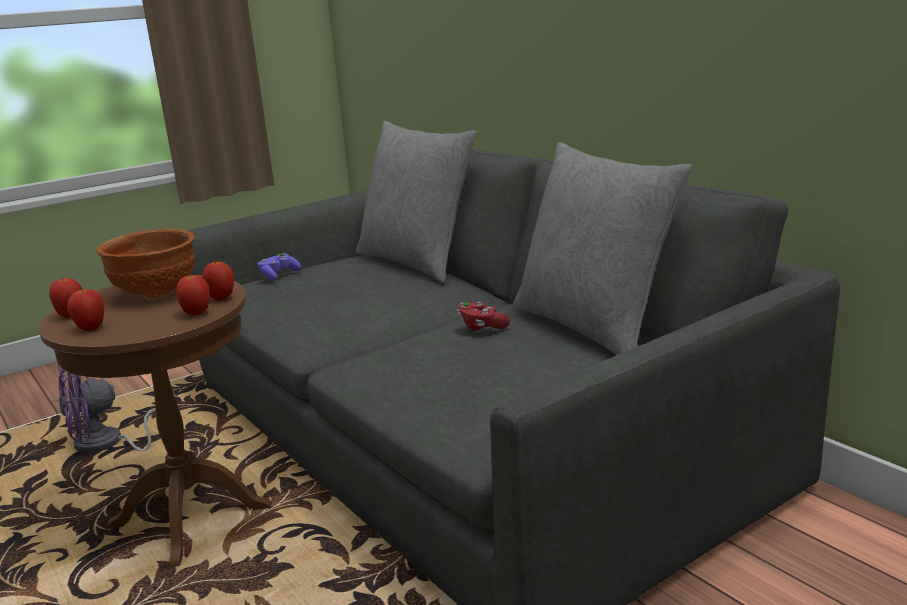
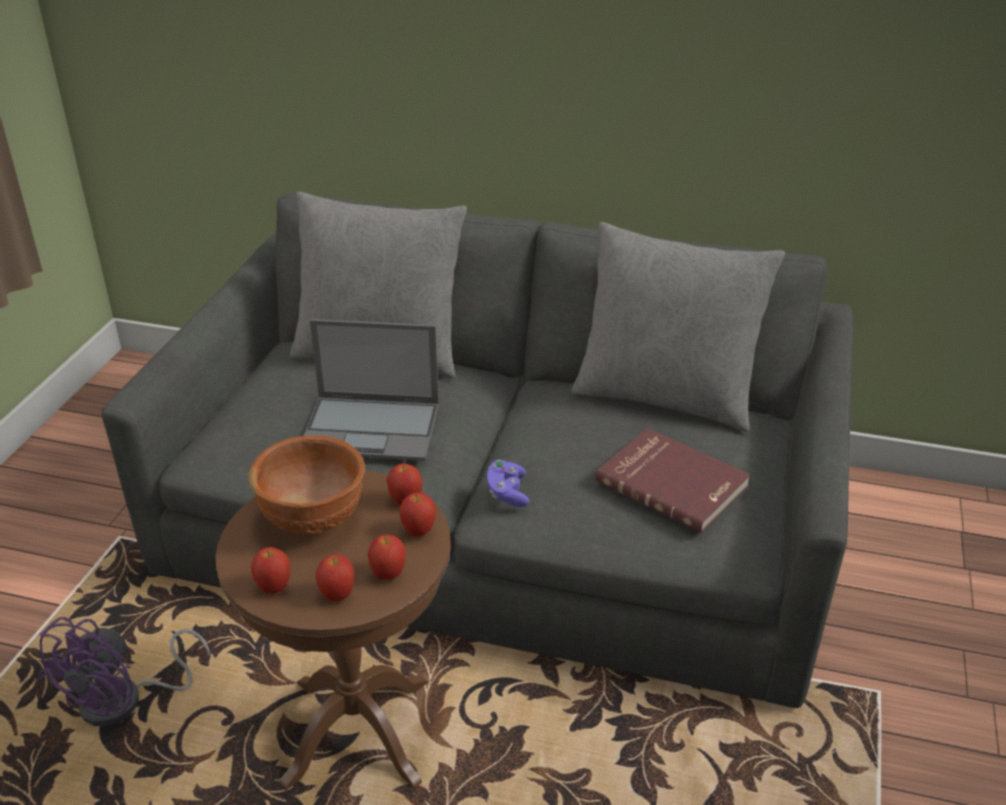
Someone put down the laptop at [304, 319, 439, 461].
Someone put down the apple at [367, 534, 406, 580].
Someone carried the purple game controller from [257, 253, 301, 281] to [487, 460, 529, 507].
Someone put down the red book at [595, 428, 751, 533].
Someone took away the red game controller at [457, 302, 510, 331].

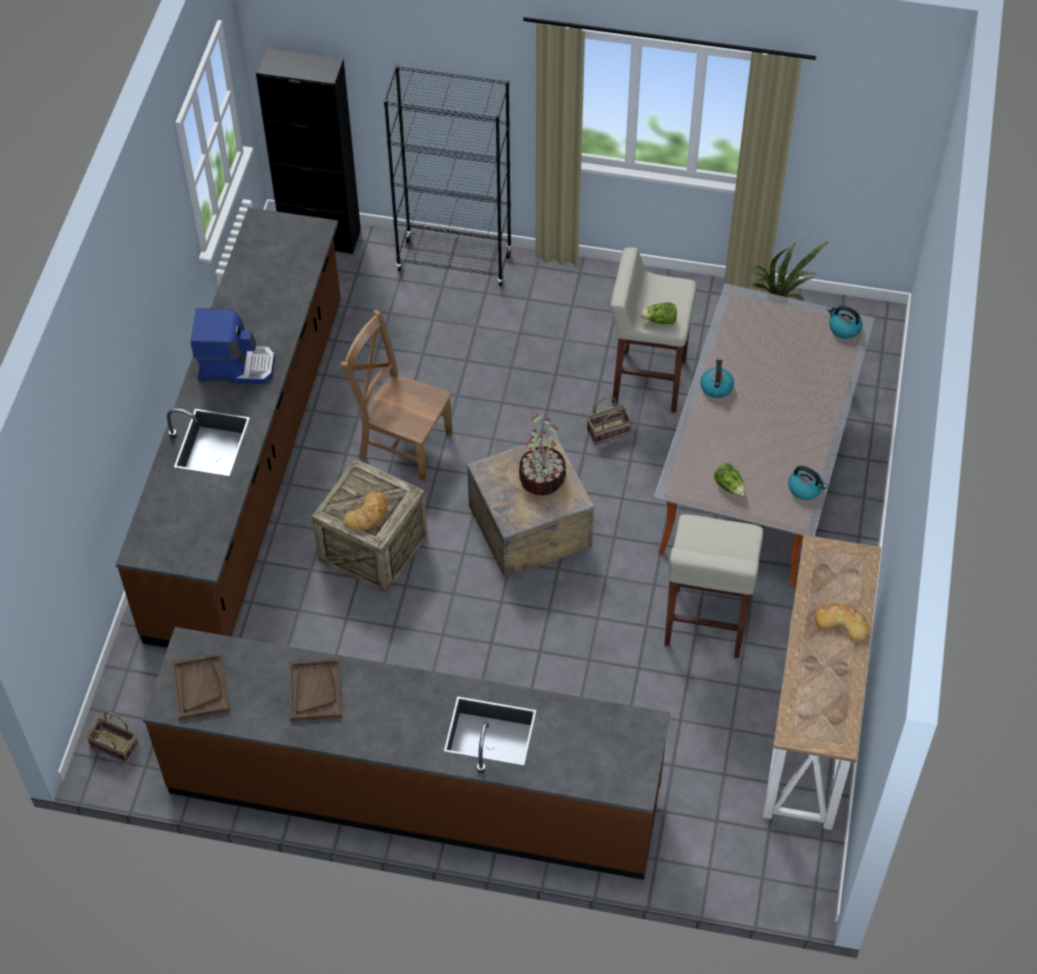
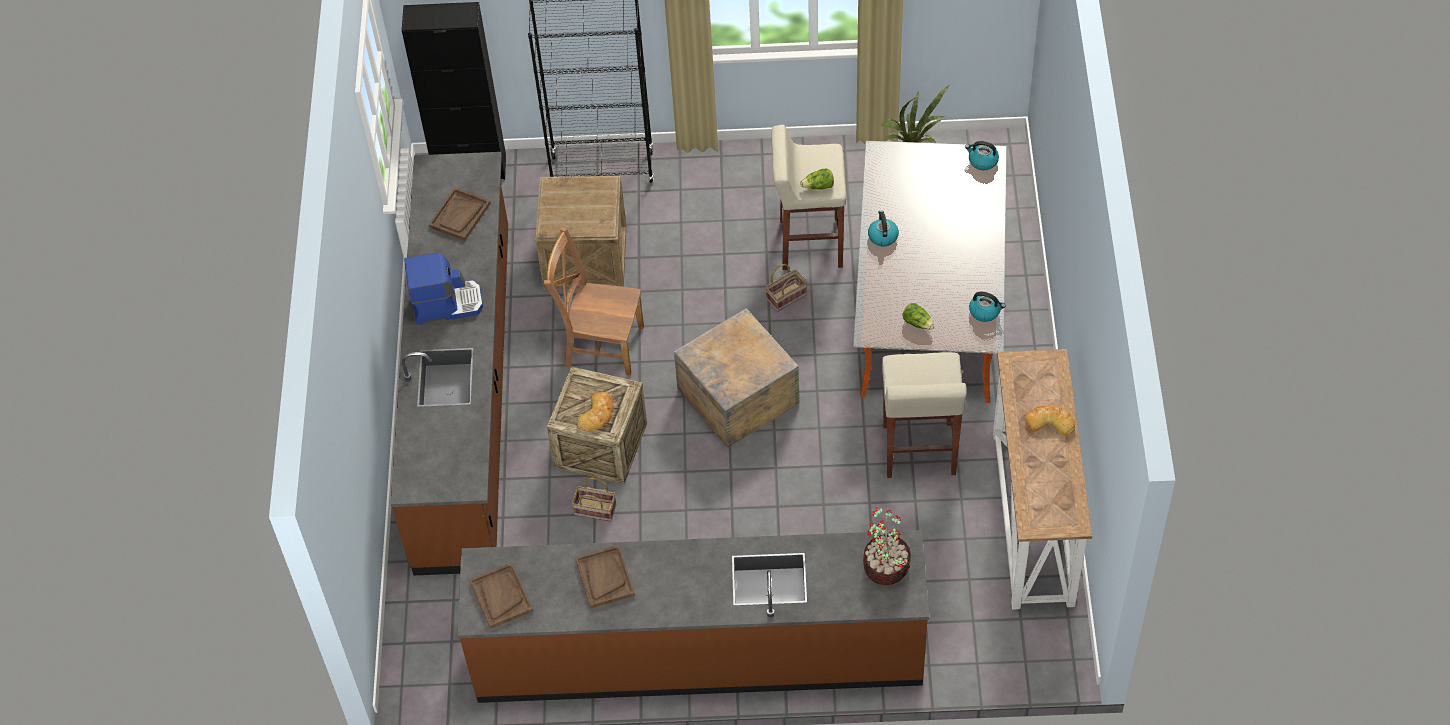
Someone put down the brown tray at [429, 187, 491, 241].
Someone put down the crate at [535, 176, 626, 290].
Someone carried the basket from [85, 712, 139, 764] to [572, 477, 616, 522].
Someone carried the potted plant from [519, 414, 566, 496] to [863, 507, 911, 585].

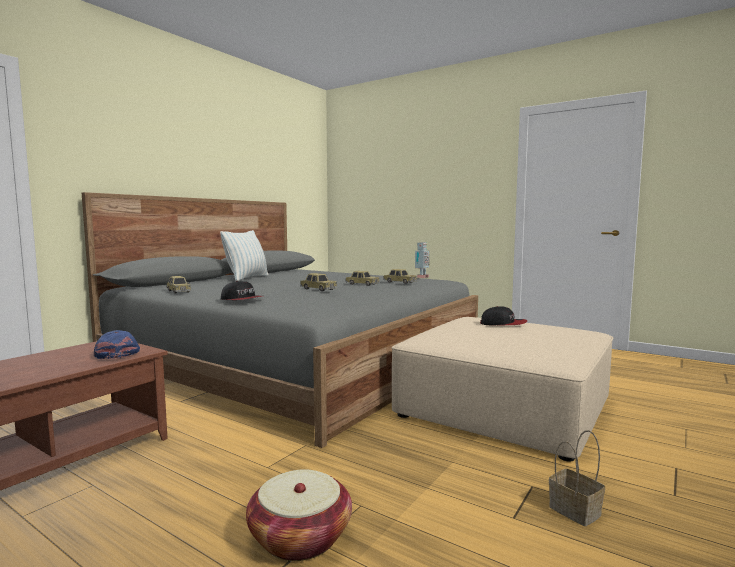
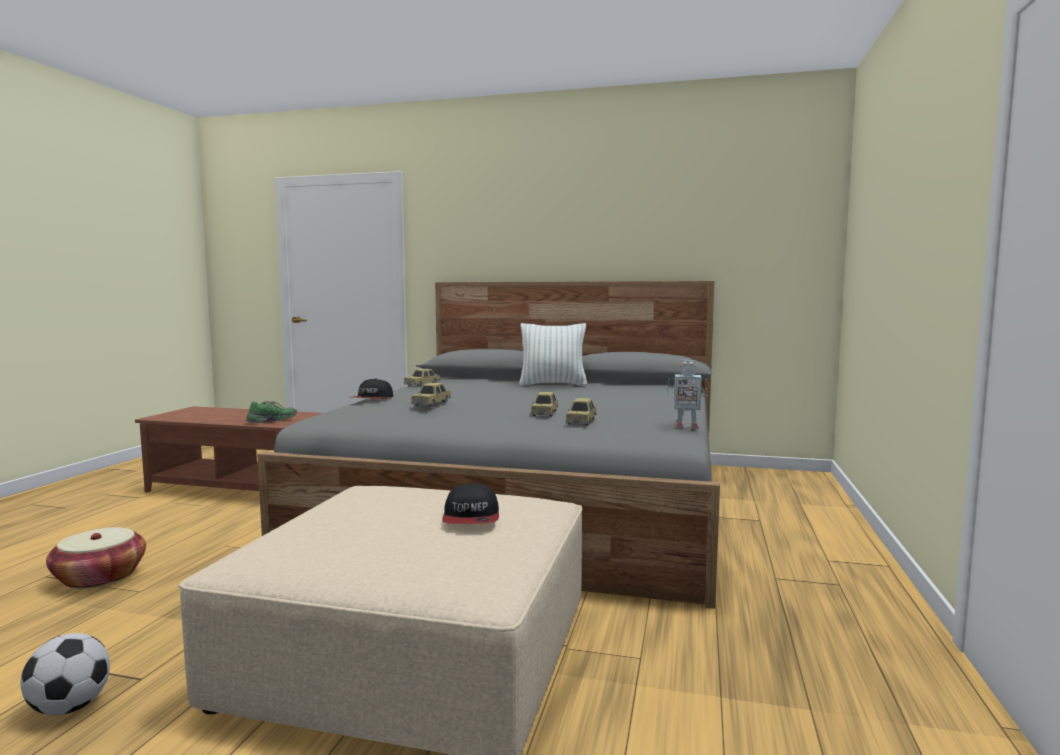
Someone swapped the basket at [549, 430, 605, 526] for the football at [21, 633, 110, 715].
Someone swapped the blue cap at [94, 330, 140, 359] for the green shoe at [246, 401, 297, 423].

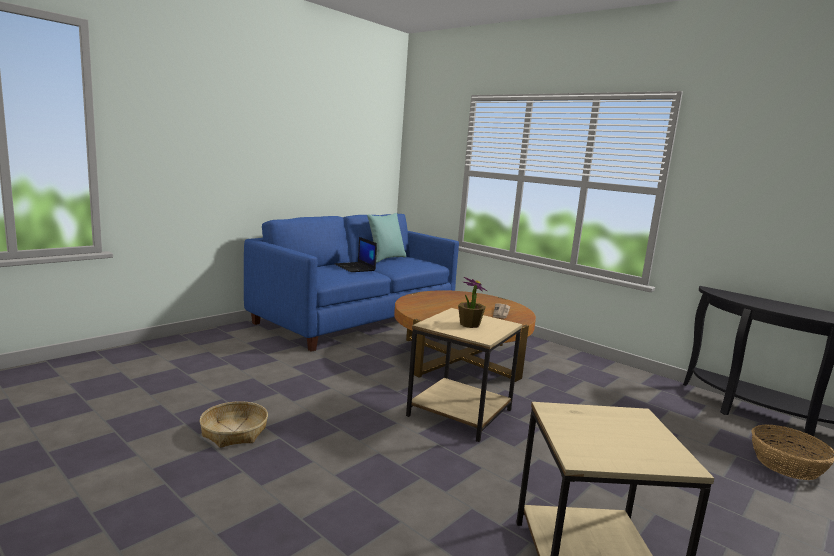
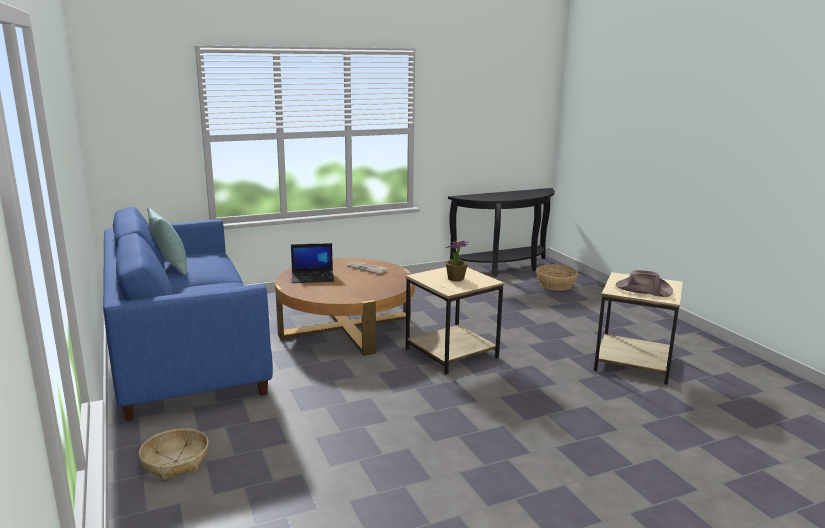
Someone carried the basket from [200, 401, 268, 448] to [139, 428, 208, 480].
Someone carried the laptop from [335, 237, 377, 272] to [291, 243, 334, 283].
Someone put down the brown hat at [616, 270, 673, 297].

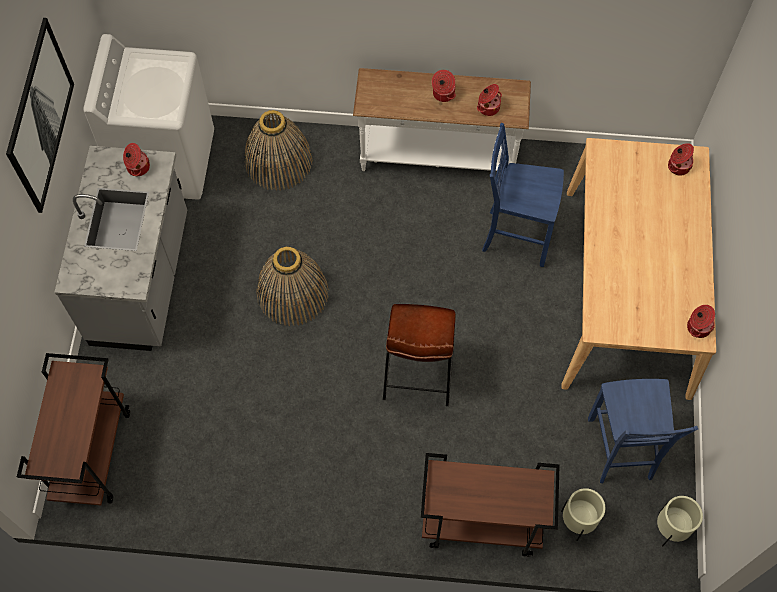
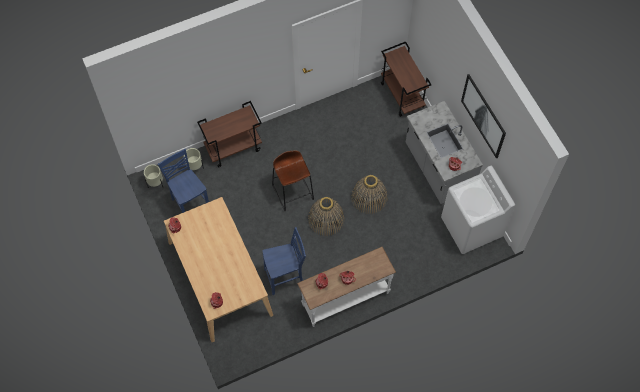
Someone carried the basket from [244, 110, 313, 191] to [308, 197, 345, 236].

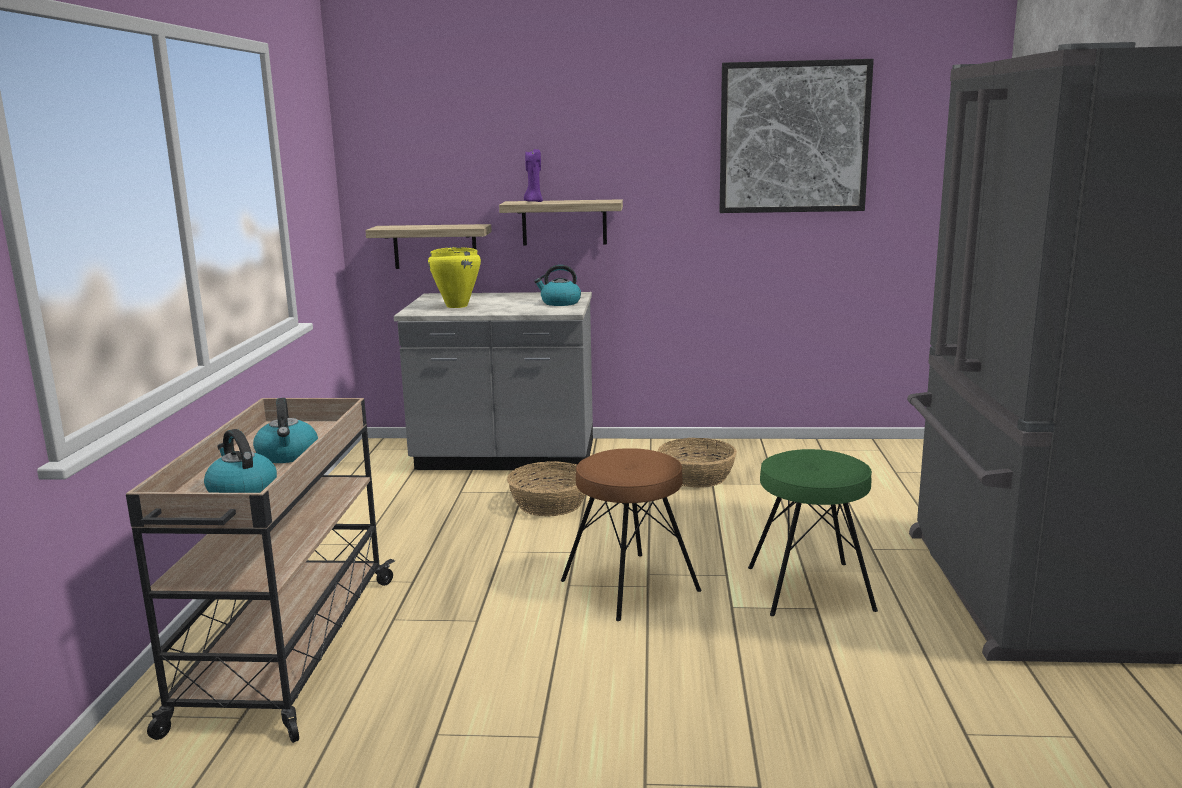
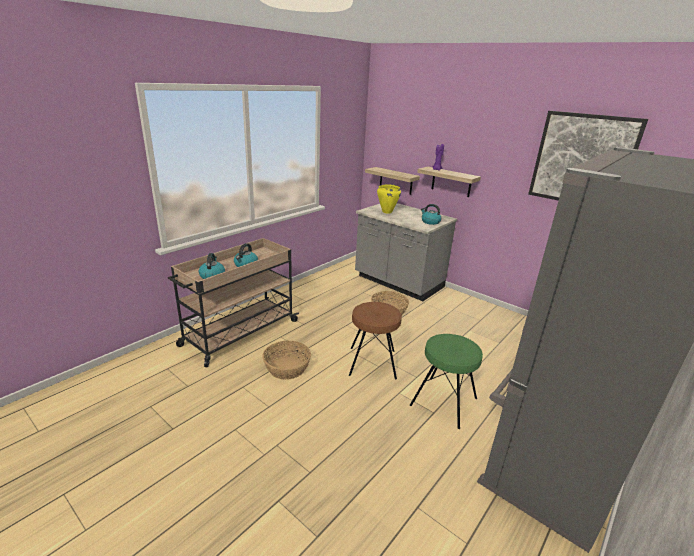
Someone carried the basket from [658, 438, 737, 488] to [262, 341, 311, 380].

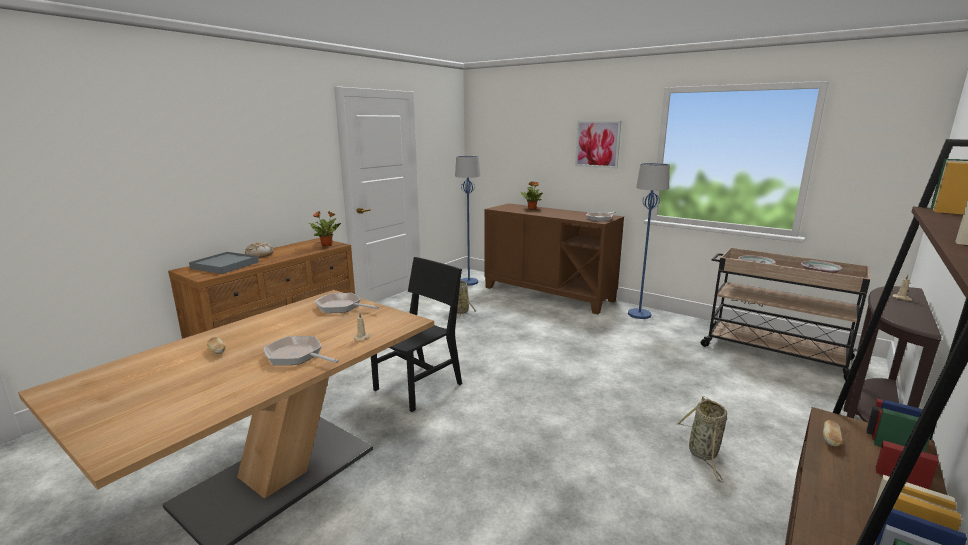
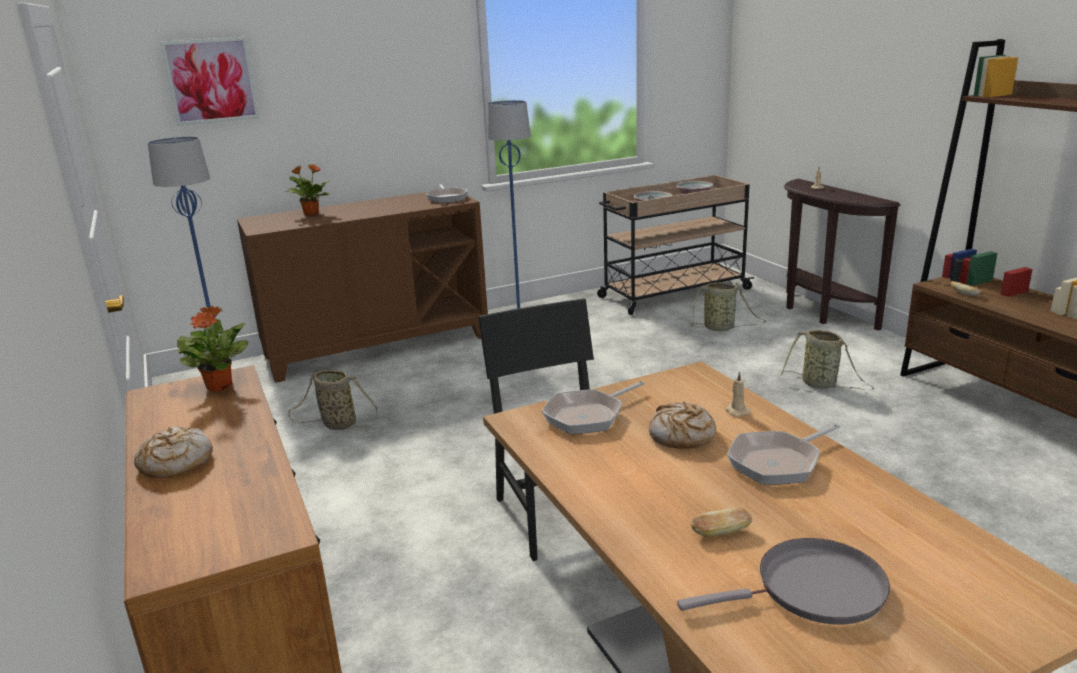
Someone carried the picture from [575, 121, 621, 168] to [160, 37, 260, 126].
Someone put down the bread at [649, 401, 716, 449].
Someone put down the grey frying pan at [677, 538, 890, 624].
Someone put down the basket at [688, 282, 766, 331].
Someone took away the grey tray at [189, 252, 259, 274].

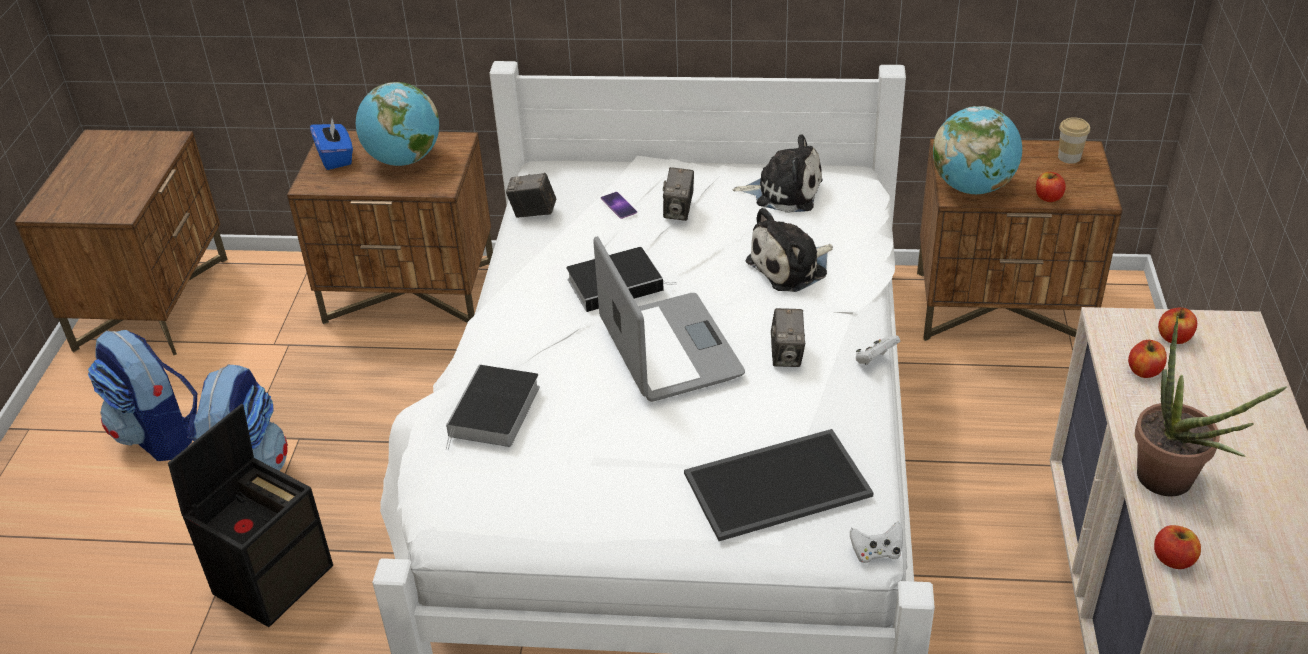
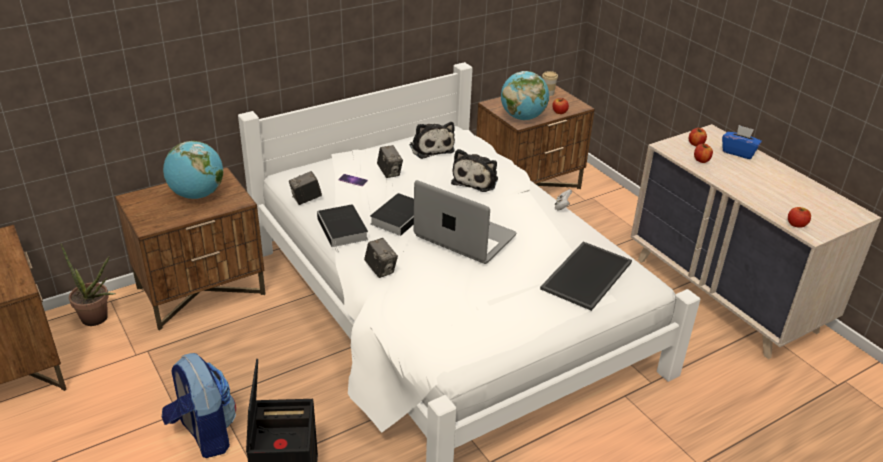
Someone carried the potted plant from [1135, 316, 1287, 497] to [61, 244, 116, 326].
Someone carried the book from [446, 365, 540, 450] to [317, 205, 368, 252].
Someone carried the photo camera from [771, 308, 805, 367] to [364, 238, 398, 278].
Someone rotated the plush toy at [733, 134, 823, 213] by 90 degrees clockwise.
Someone carried the blue tissue box from [310, 119, 353, 170] to [722, 125, 762, 159].
Someone took away the backpack at [88, 330, 197, 461].
Someone took away the white game controller at [850, 522, 903, 563].

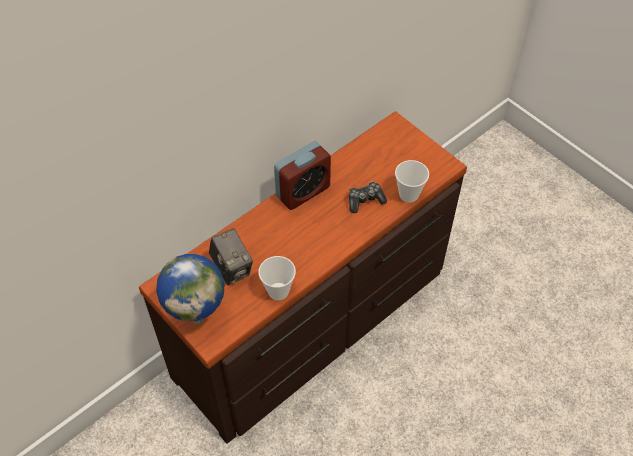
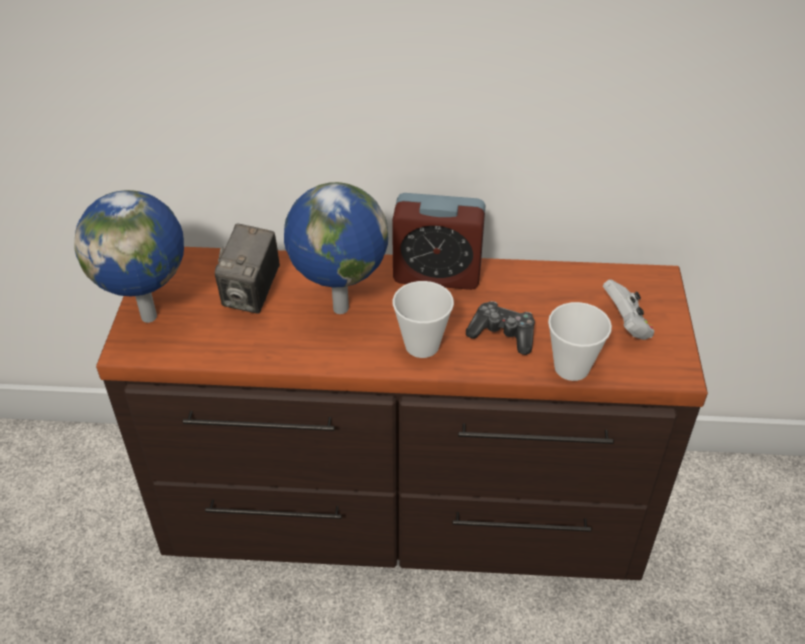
Someone put down the globe at [284, 182, 388, 314].
Someone carried the cup from [258, 256, 296, 300] to [393, 281, 454, 358].
Someone put down the white game controller at [603, 279, 654, 340].

